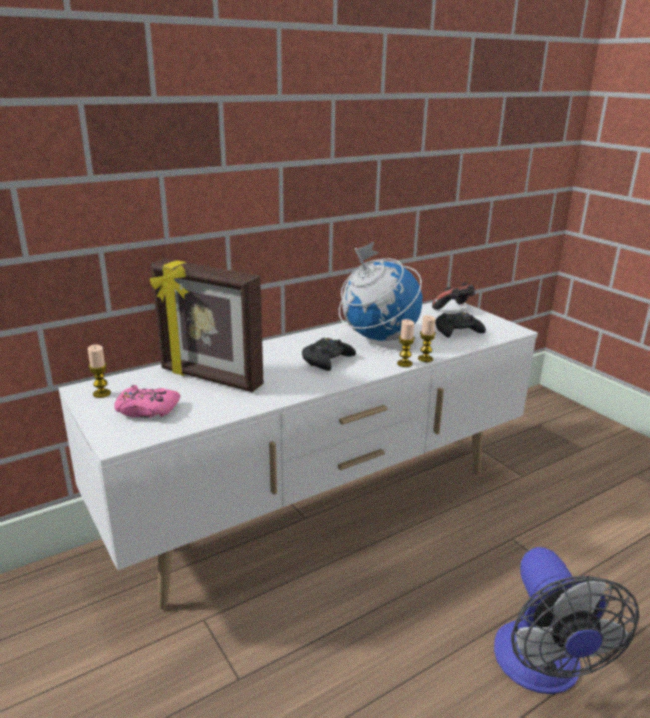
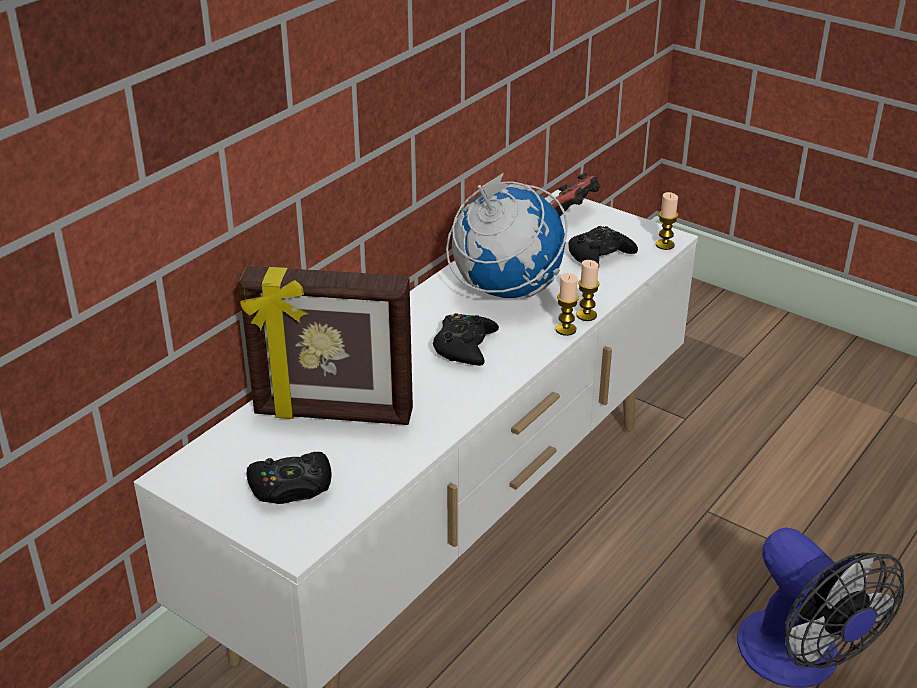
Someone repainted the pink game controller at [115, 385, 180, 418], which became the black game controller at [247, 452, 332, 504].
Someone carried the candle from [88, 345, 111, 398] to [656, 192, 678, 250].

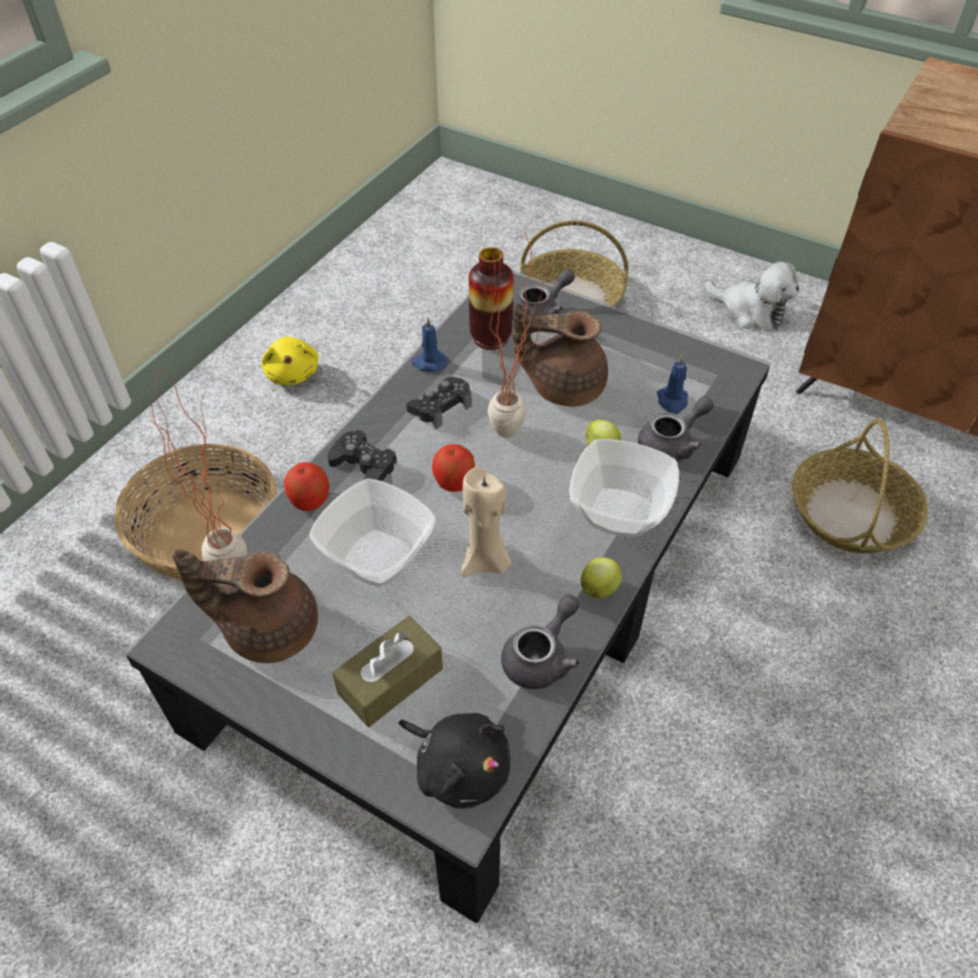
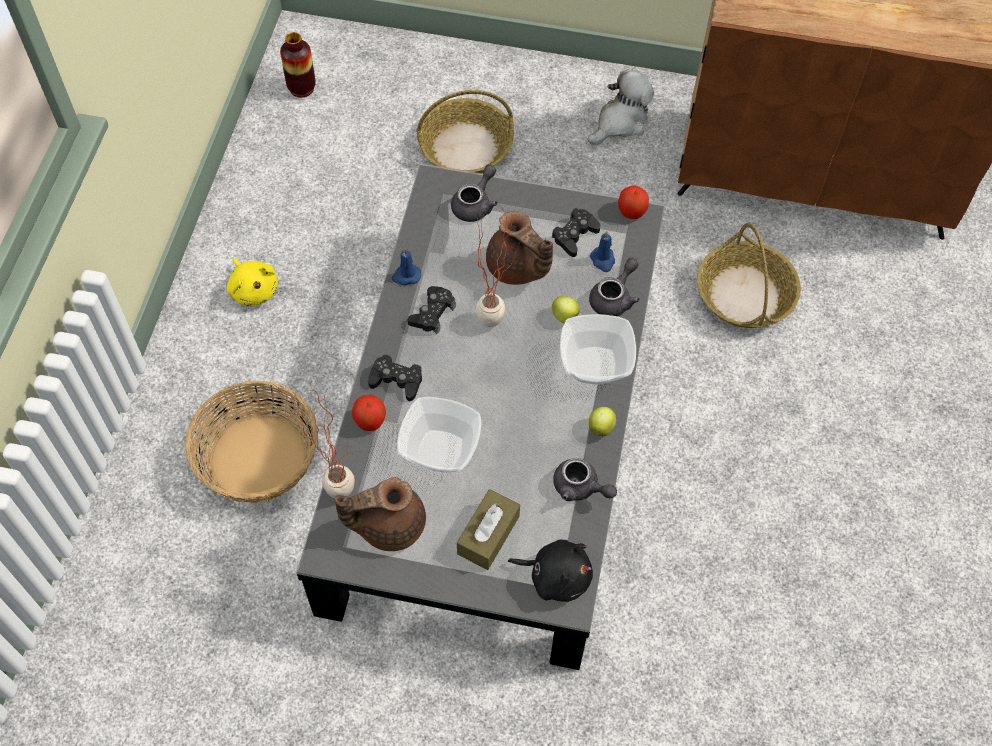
Someone carried the vase from [469, 247, 514, 350] to [280, 32, 316, 97].
Someone rotated the brown teapot at [513, 303, 608, 407] by 120 degrees counterclockwise.
Someone put down the black game controller at [552, 208, 600, 257].
Someone rotated the grey teapot at [501, 594, 580, 689] by 105 degrees clockwise.
Someone rotated the plush toy at [704, 262, 799, 331] by 60 degrees counterclockwise.
Someone carried the apple from [432, 444, 475, 492] to [618, 186, 649, 219].
Someone took away the beige candle at [461, 467, 511, 578].

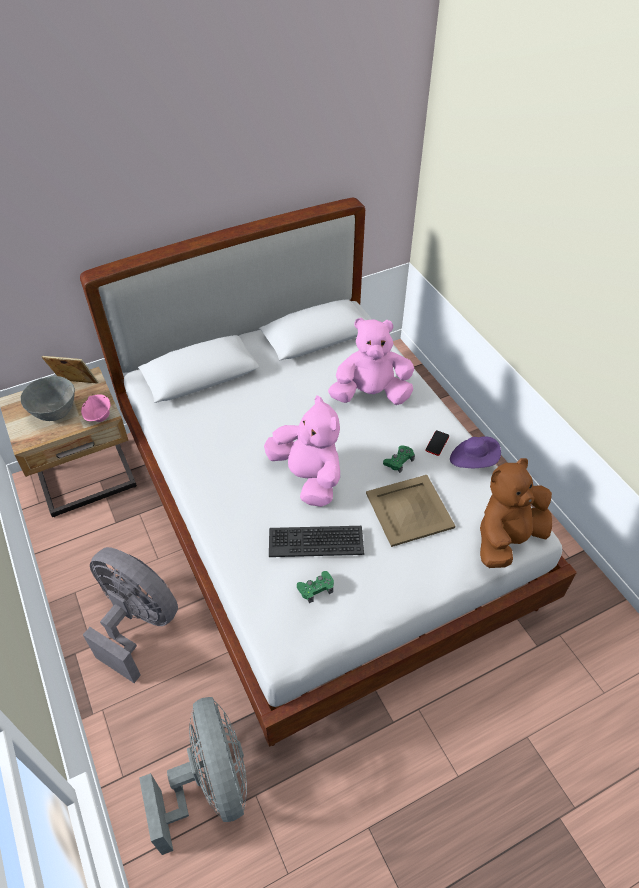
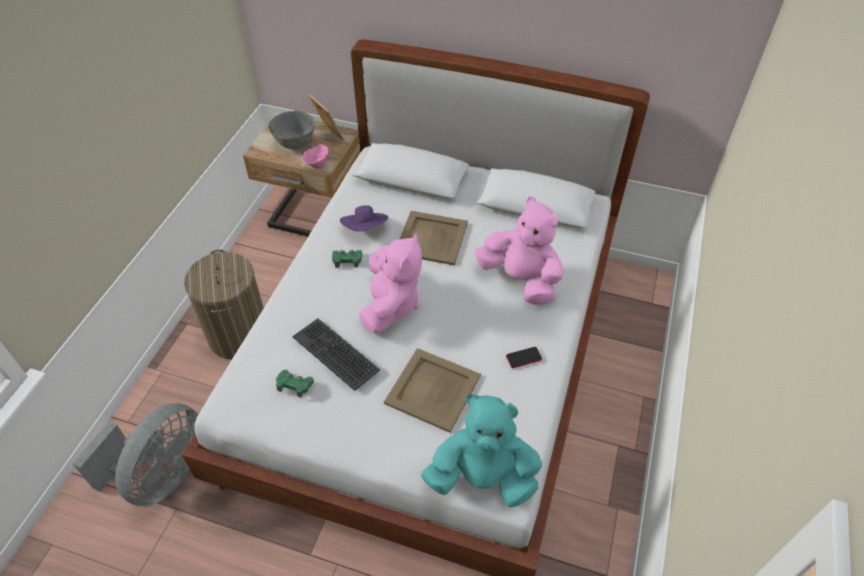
Someone swapped the grey fan at [83, 547, 178, 683] for the laundry basket at [184, 249, 264, 359].
Someone carried the green game controller from [383, 445, 415, 473] to [332, 250, 362, 268].
Someone carried the purple hat from [450, 436, 501, 468] to [340, 205, 388, 232].
Someone put down the beige tray at [400, 211, 468, 266].
Someone repainted the brown plush toy at [480, 458, 552, 568], which became the turquoise plush toy at [421, 394, 542, 507].

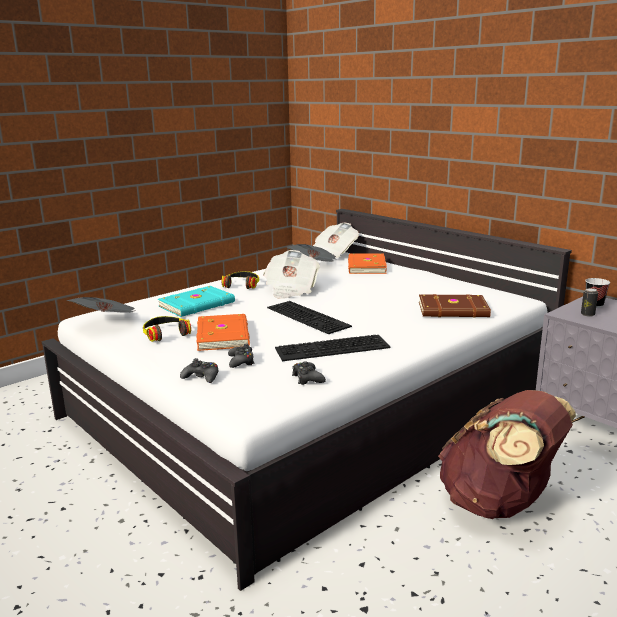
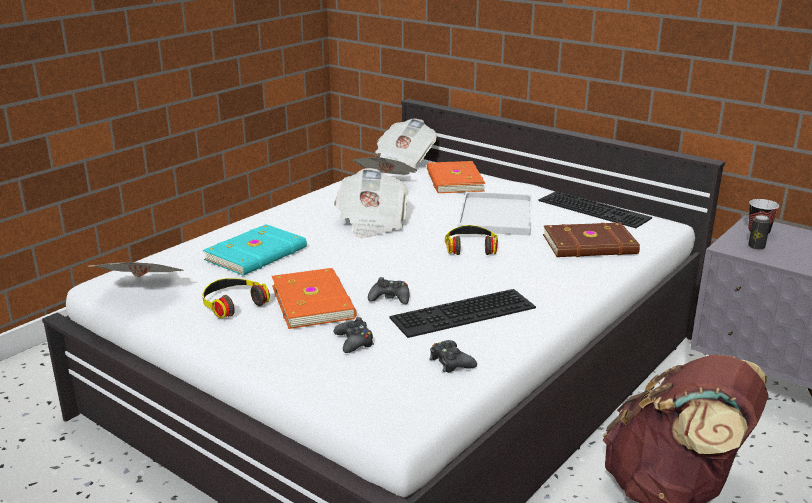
Someone carried the black game controller from [180, 358, 218, 383] to [368, 277, 409, 304].
Someone carried the headphones from [222, 271, 259, 289] to [445, 225, 498, 255].
Someone put down the white tray at [458, 192, 532, 236].
Someone carried the keyboard from [267, 301, 352, 334] to [538, 191, 652, 228].

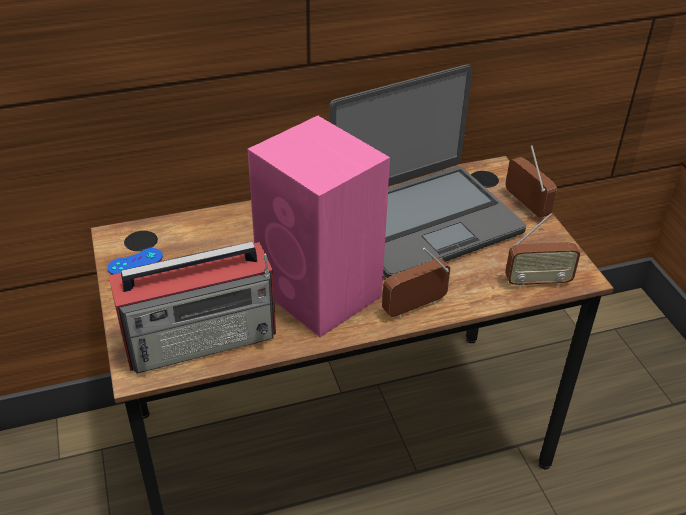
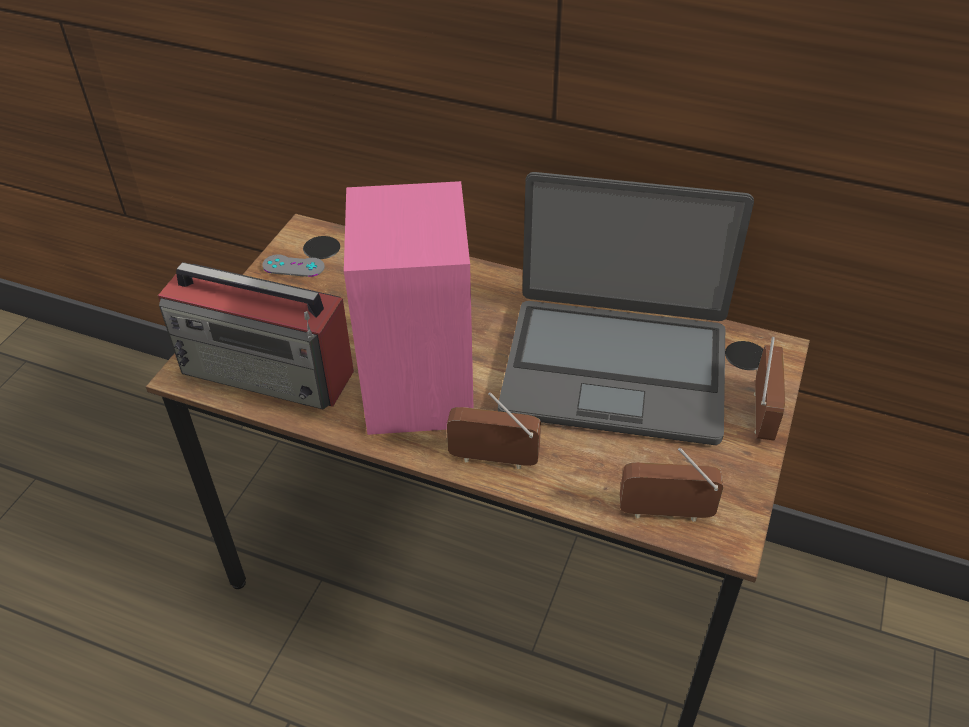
Someone repainted the blue game controller at [107, 248, 163, 275], which became the grey game controller at [262, 255, 325, 277].
Someone rotated the radio at [505, 213, 580, 289] by 150 degrees clockwise.

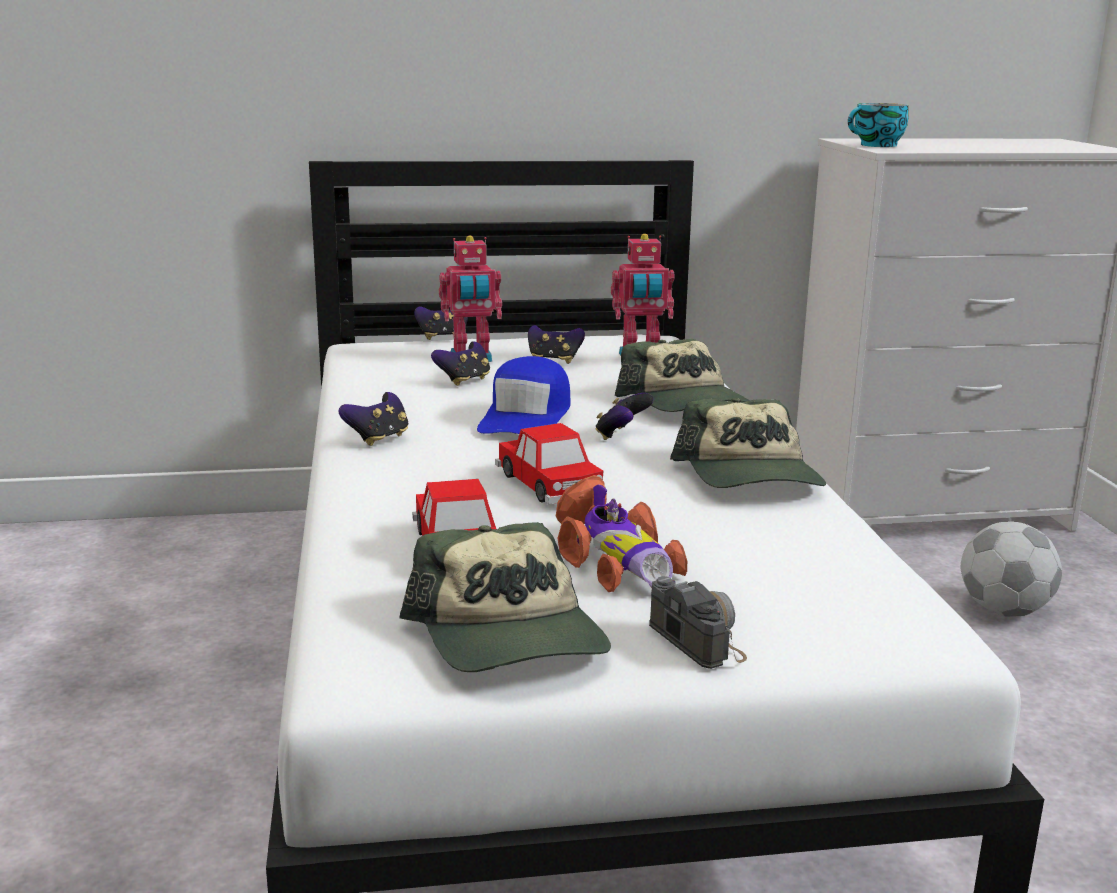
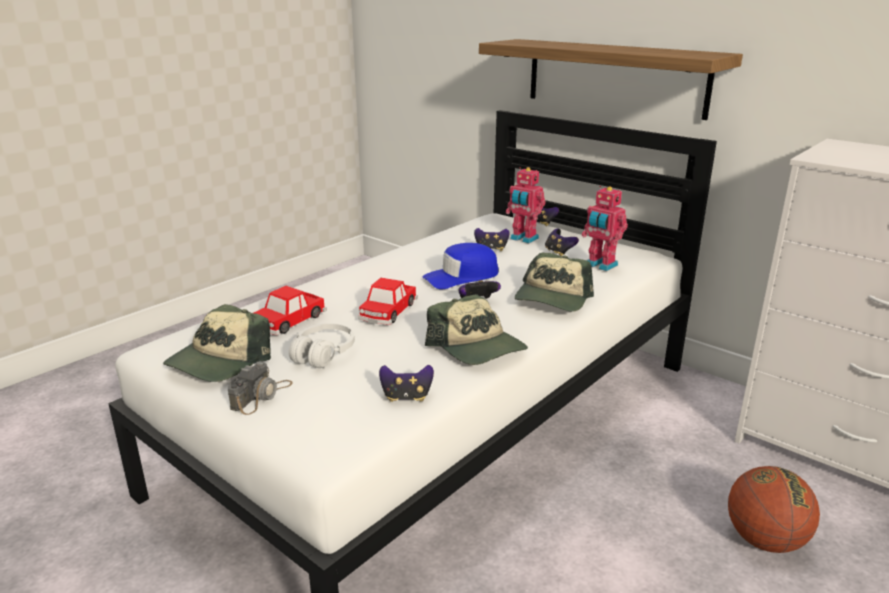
Someone swapped the toy car at [556, 475, 687, 592] for the white headphones at [289, 323, 355, 368].
Someone carried the game controller from [339, 392, 408, 446] to [379, 365, 434, 402].
Someone rotated the cap at [670, 398, 826, 488] by 75 degrees counterclockwise.
Someone put up the shelf at [479, 39, 743, 120].
Someone swapped the football at [961, 522, 1062, 617] for the basketball at [728, 466, 820, 553].
Someone took away the cup at [848, 103, 909, 147].

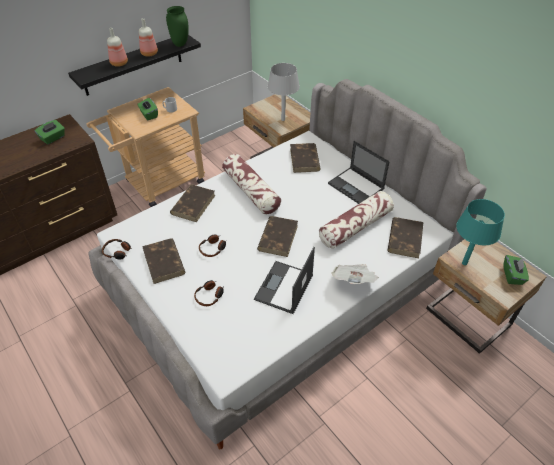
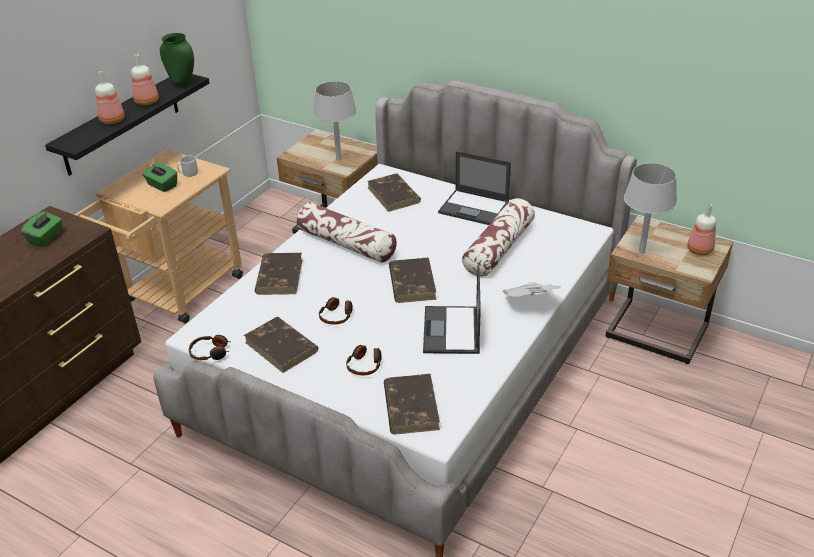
Someone carried the brown book from [388, 217, 424, 258] to [384, 374, 440, 434].
Someone repainted the turquoise table lamp at [456, 199, 505, 265], which became the grey table lamp at [624, 163, 677, 254].
Someone swapped the green tissue box at [503, 255, 529, 285] for the bottle at [687, 204, 716, 255].

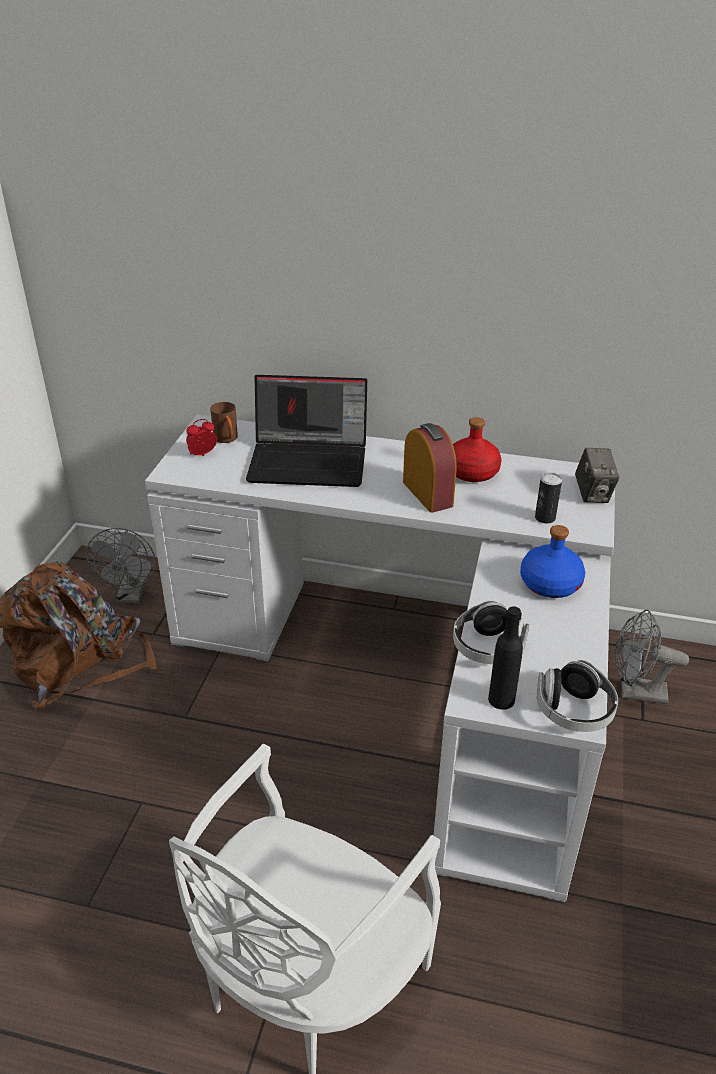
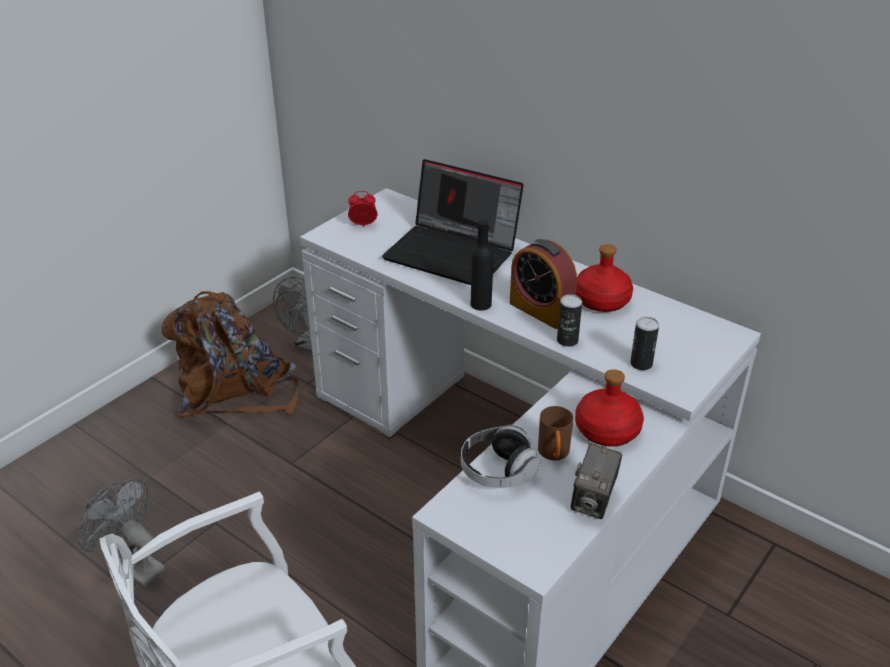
Someone carried the grey fan from [615, 610, 689, 704] to [78, 479, 166, 588].
Someone carried the black bottle from [488, 606, 523, 710] to [471, 220, 493, 310].
Someone rotated the alarm clock at [403, 423, 457, 513] by 135 degrees clockwise.
Someone carried the brown mug from [210, 402, 238, 443] to [538, 406, 573, 461].
Someone put down the can at [557, 294, 582, 347].
Someone carried the photo camera from [575, 448, 619, 503] to [571, 443, 622, 519].
Someone repainted the blue bottle at [520, 525, 585, 598], which became the red bottle at [575, 369, 644, 447].
Someone took away the headphones at [537, 660, 618, 732].

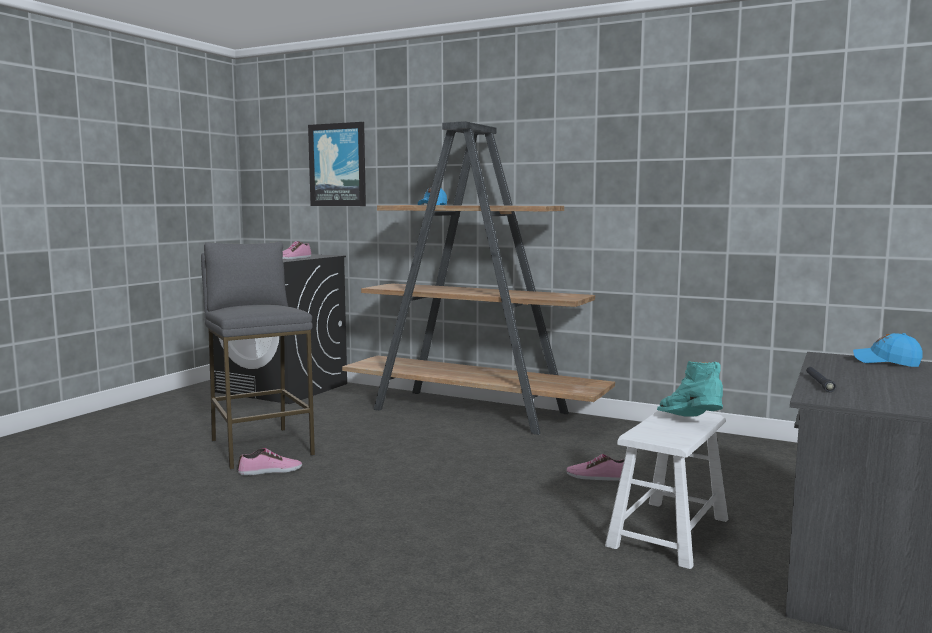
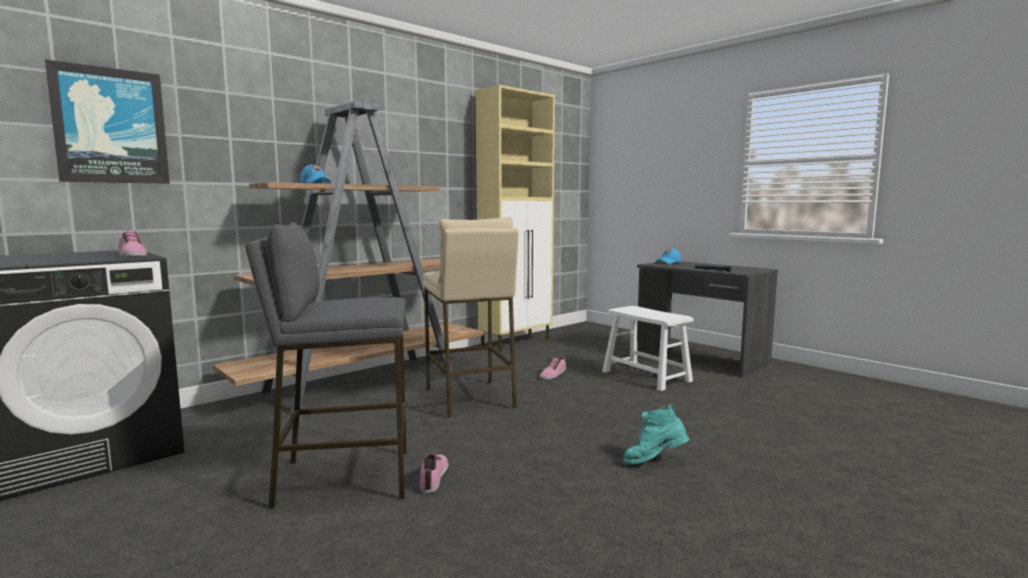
Someone put down the beige stool at [422, 217, 519, 418].
Someone put down the beige cabinet at [475, 85, 555, 351].
Someone carried the turquoise boot from [657, 361, 723, 416] to [623, 405, 689, 464].

